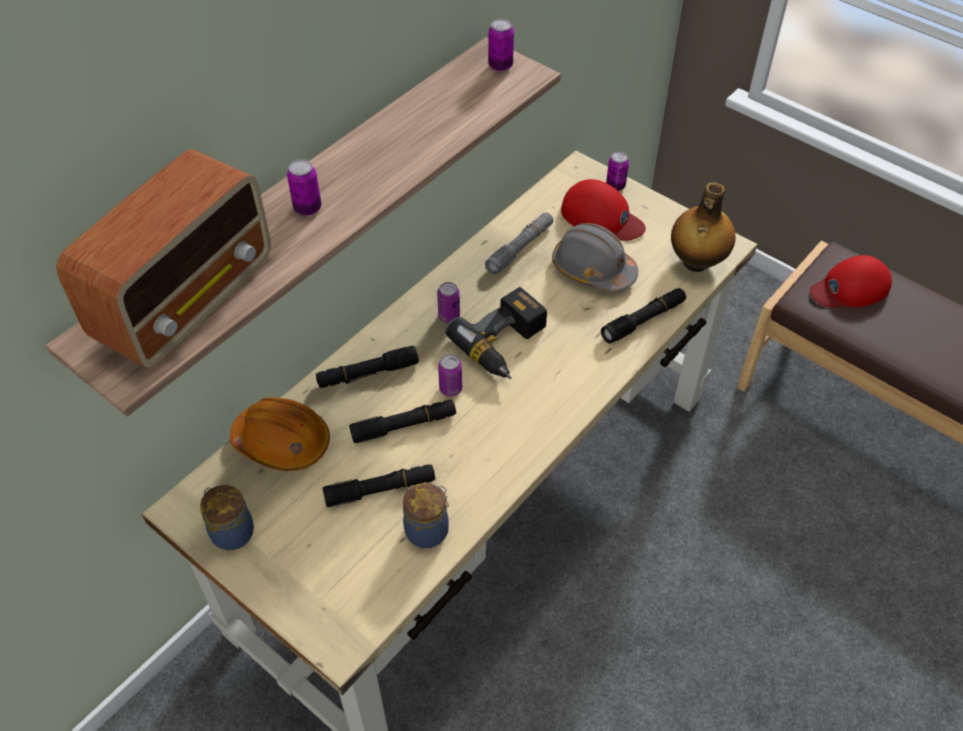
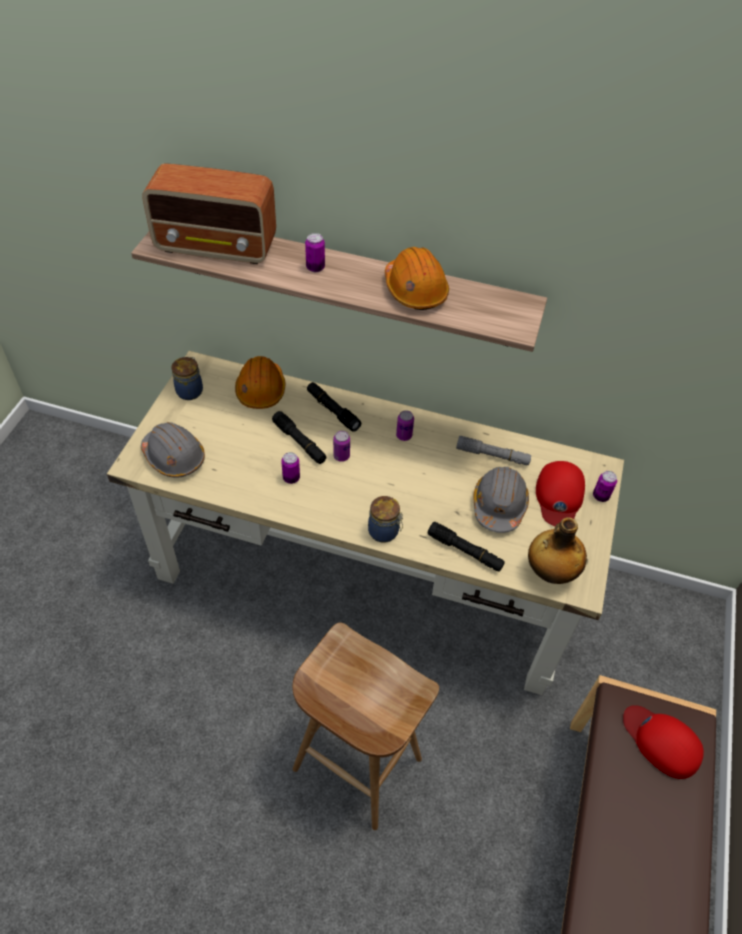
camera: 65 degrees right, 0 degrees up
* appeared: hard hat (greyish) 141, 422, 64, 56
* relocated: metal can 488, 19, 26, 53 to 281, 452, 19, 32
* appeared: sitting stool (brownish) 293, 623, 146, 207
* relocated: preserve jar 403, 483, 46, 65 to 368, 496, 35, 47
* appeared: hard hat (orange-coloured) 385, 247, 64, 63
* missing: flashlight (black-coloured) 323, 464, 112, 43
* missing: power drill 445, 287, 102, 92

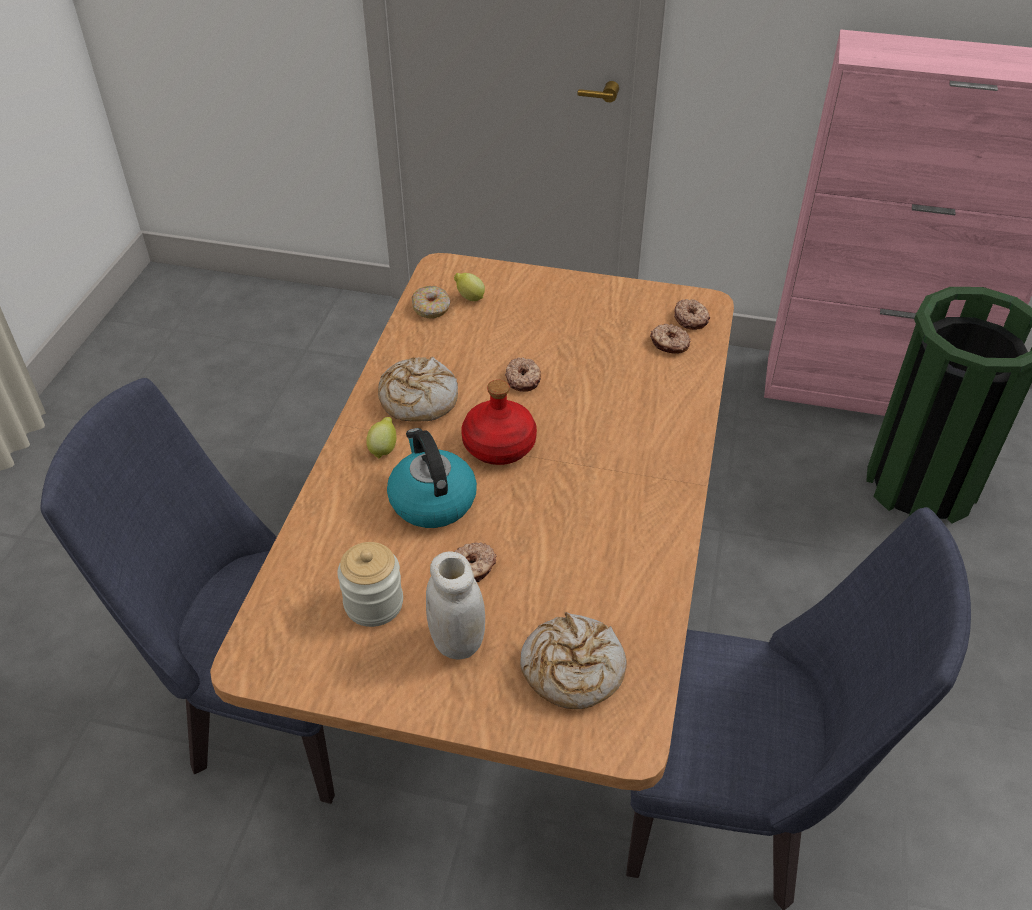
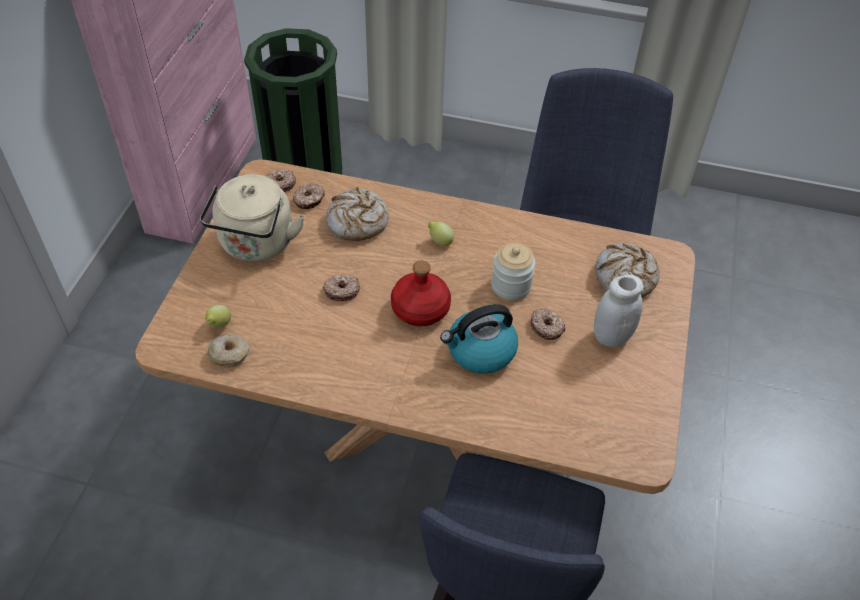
camera: 90 degrees left, 5 degrees up
* appeared: kettle (sand-coloured) 199, 174, 106, 88
* relocated: baked bread 378, 357, 80, 65 to 326, 187, 63, 54
* relocated: citrus fruit 366, 417, 31, 42 to 428, 221, 26, 25
* relocated: preserve jar 337, 542, 66, 85 to 491, 243, 44, 57

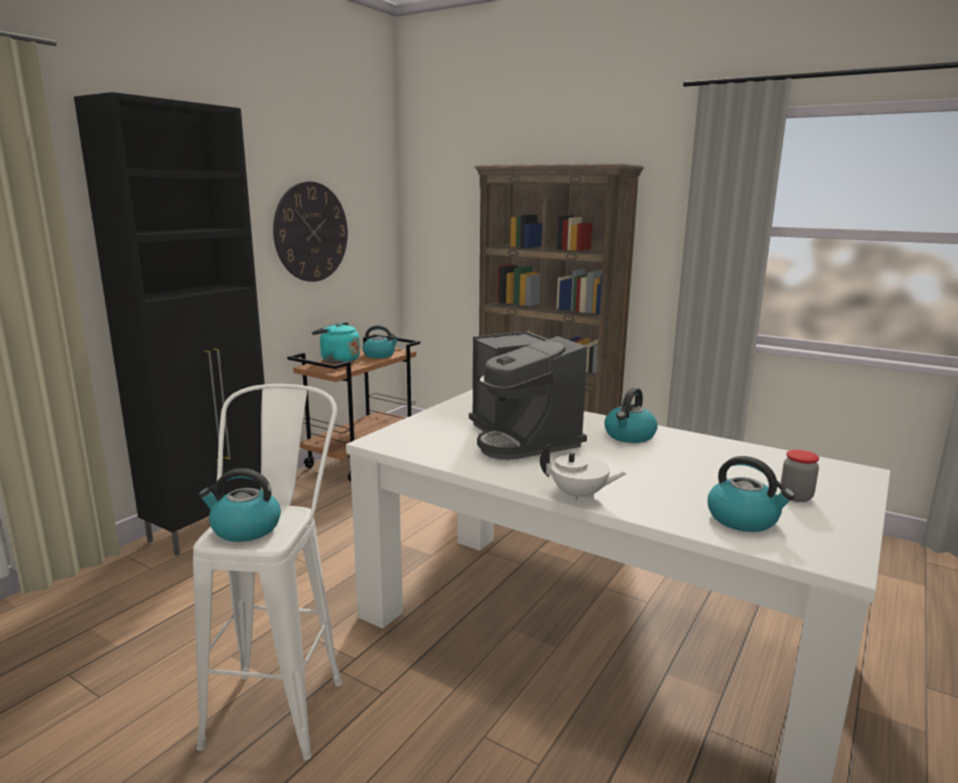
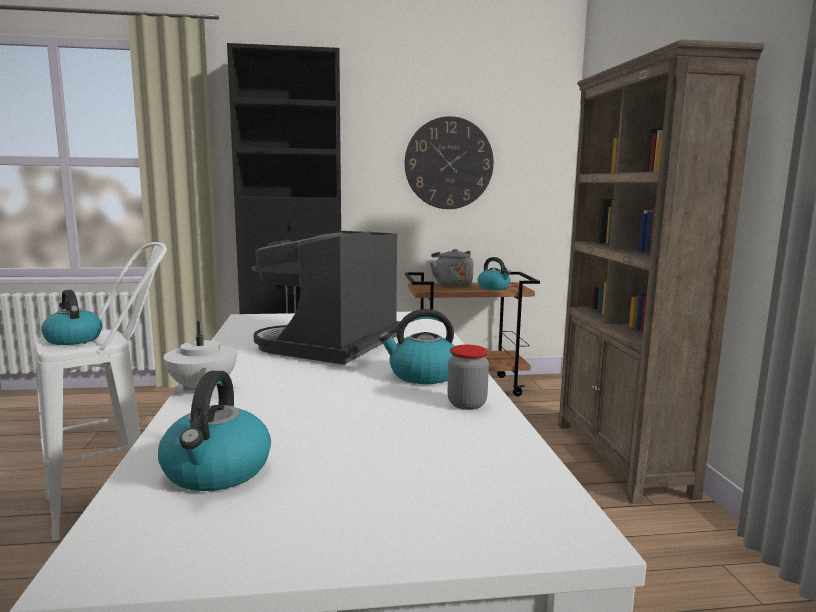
camera: 50 degrees right, 5 degrees down
* colour: kettle (blue-green) 312, 322, 48, 41 to kettle (greyish) 430, 249, 43, 38
* relocated: preserve jar 780, 450, 39, 52 to 448, 345, 41, 65

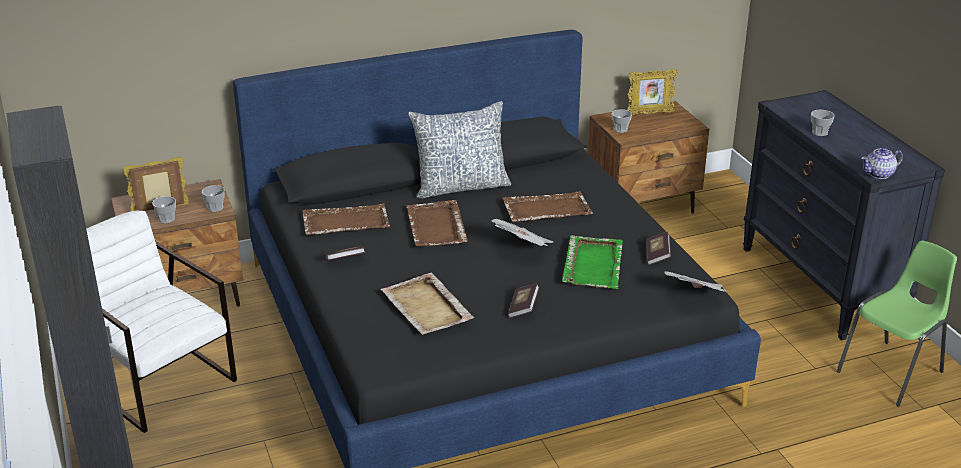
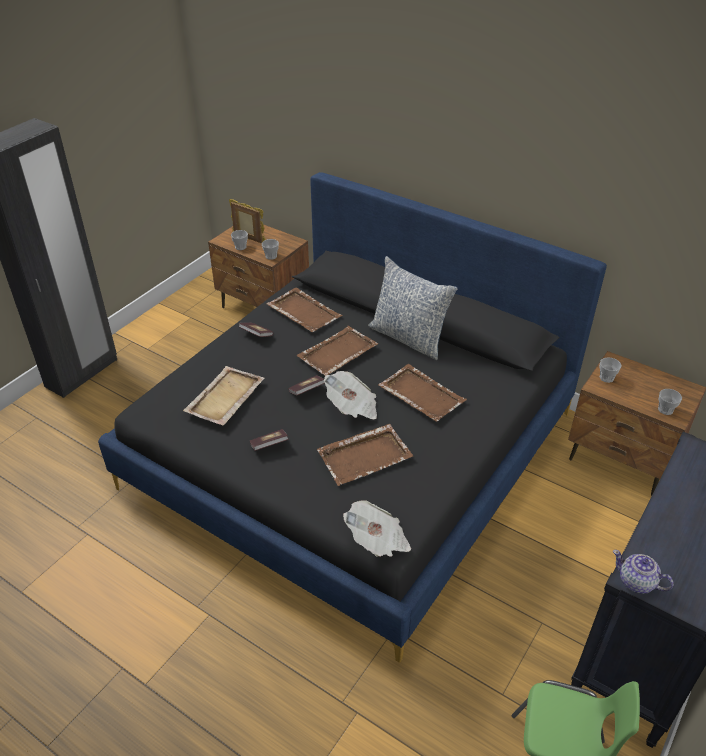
camera: 55 degrees right, 10 degrees up
* relocated: volume 646, 232, 25, 33 to 288, 375, 37, 20
* colour: carrying tray (green-coloured) 562, 235, 61, 54 to carrying tray (brownish) 317, 424, 96, 62
* relocated: cup 811, 109, 24, 27 to 658, 389, 24, 26
* missing: easy chair (white) 86, 210, 151, 223
* missing: picture frame 627, 69, 51, 46

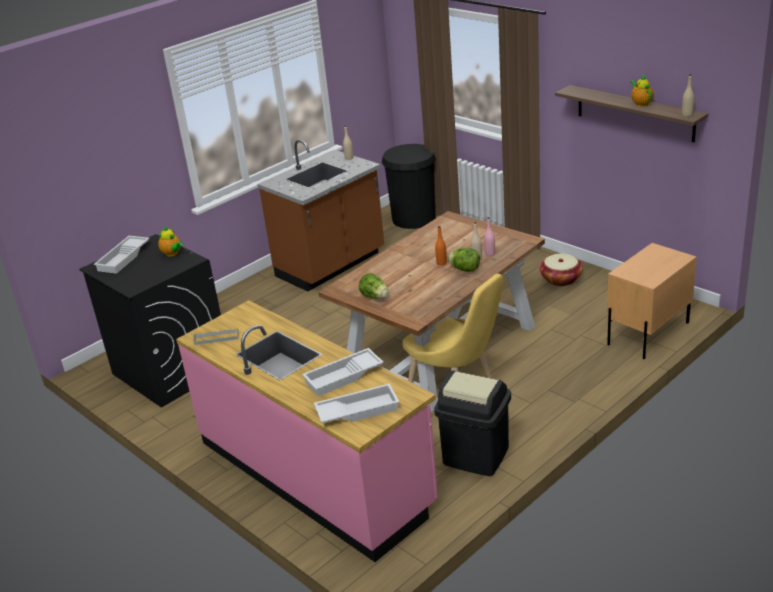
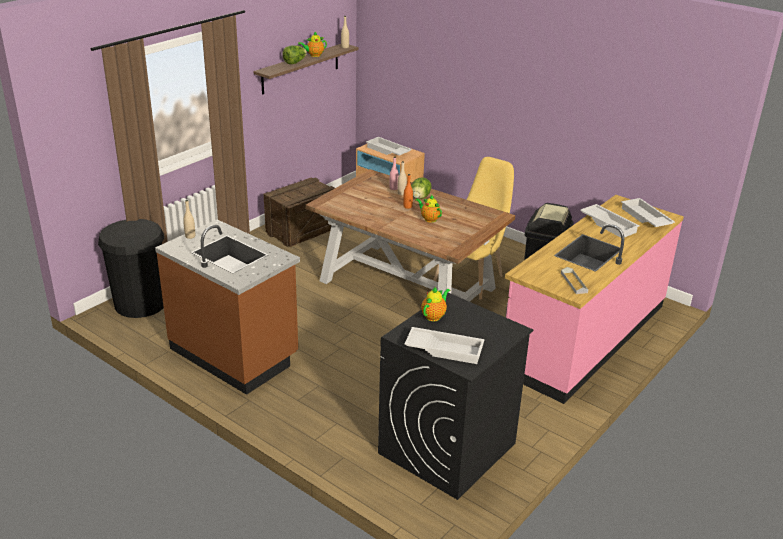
camera: 100 degrees left, 0 degrees up
* exchanged: household basket 540, 253, 43, 33 to packing crate 263, 177, 72, 70
* relocated: head of lettuce 359, 273, 30, 26 to 282, 45, 25, 19
* appeared: carrying tray (white) 366, 137, 46, 19
* appeared: pot for tea 415, 194, 27, 29

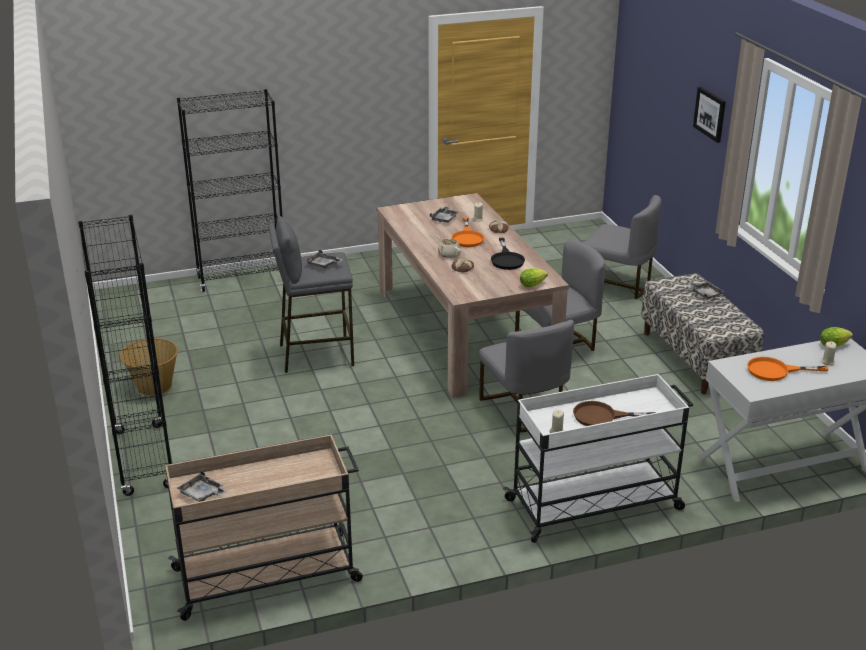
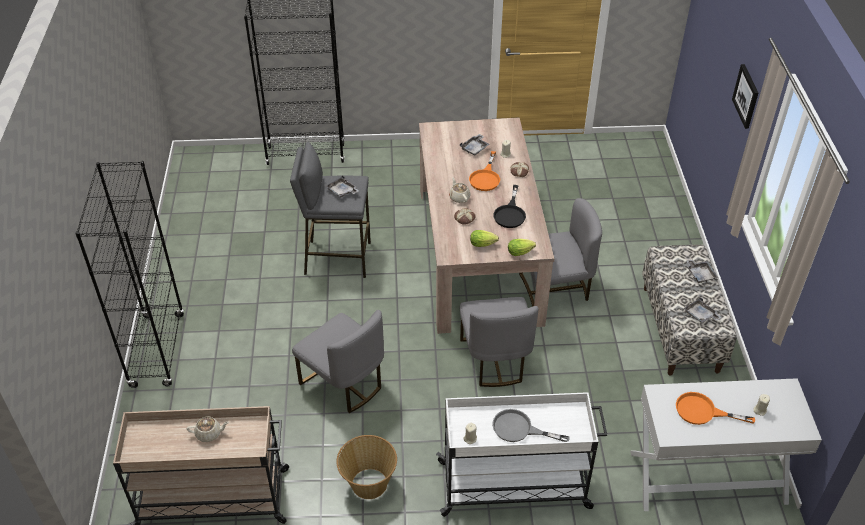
camera: 15 degrees right, 15 degrees up
* appeared: pot for tea (sand-coloured) 186, 416, 43, 26
* relocated: plain chair (greyish) 584, 195, 77, 104 to 292, 310, 92, 103
* relocated: household basket 120, 338, 58, 58 to 336, 435, 61, 64
* relocated: head of lettuce 820, 327, 33, 20 to 470, 230, 29, 17
* colour: pan (brownish) 573, 401, 84, 25 to pan (greyish) 492, 409, 78, 33
* relocated: carrying tray (greyish) 177, 471, 50, 31 to 684, 297, 38, 26

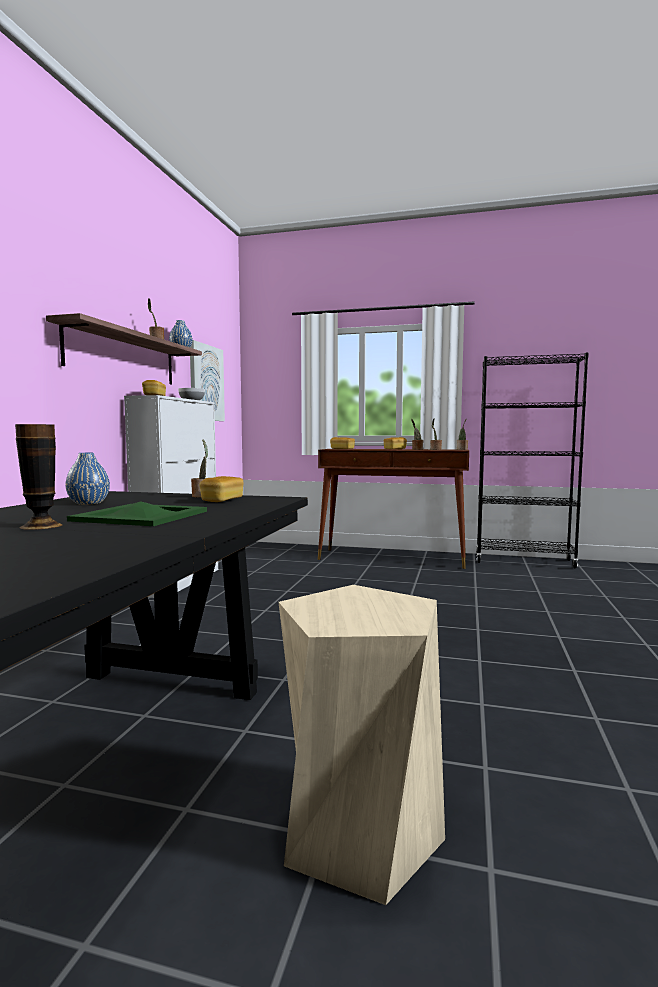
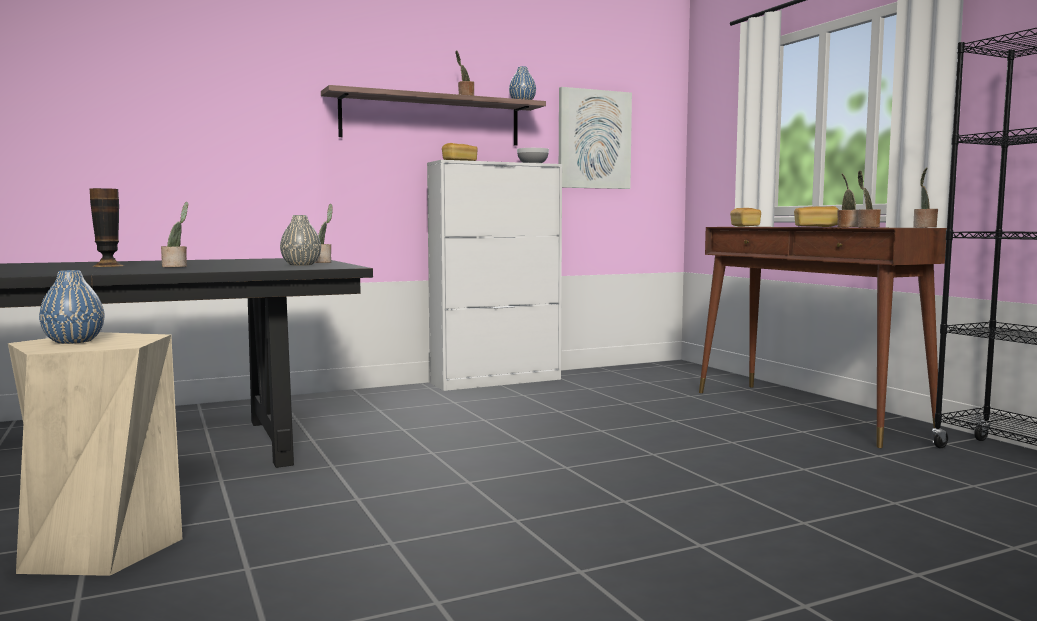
camera: 50 degrees right, 0 degrees up
* relocated: flower vase (blue-coloured) 65, 453, 45, 52 to 39, 270, 66, 74
* exchanged: carrying tray (green-coloured) 67, 501, 140, 25 to potted plant 161, 202, 27, 65
* exchanged: baked bread 199, 476, 44, 26 to flower vase (greyish) 280, 215, 41, 51

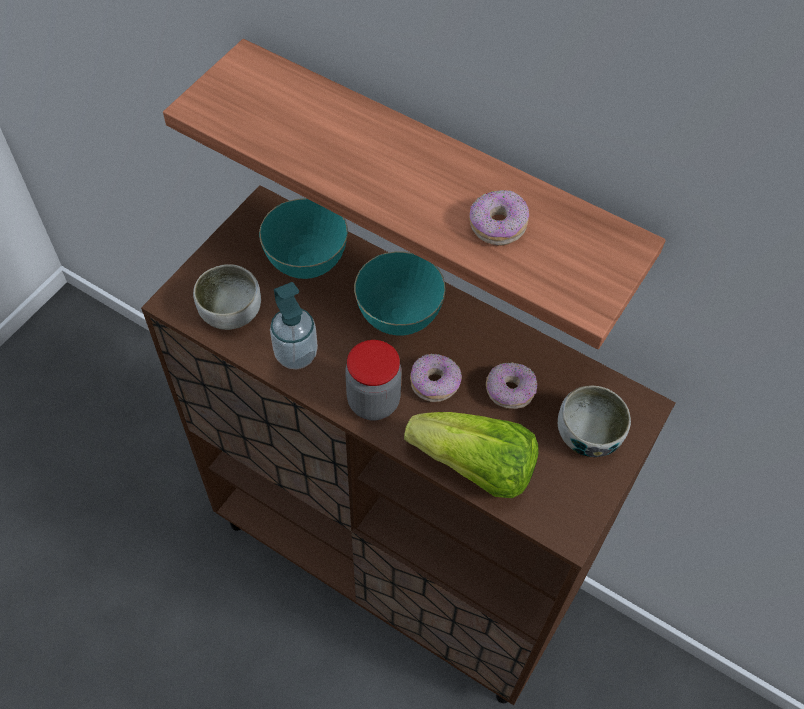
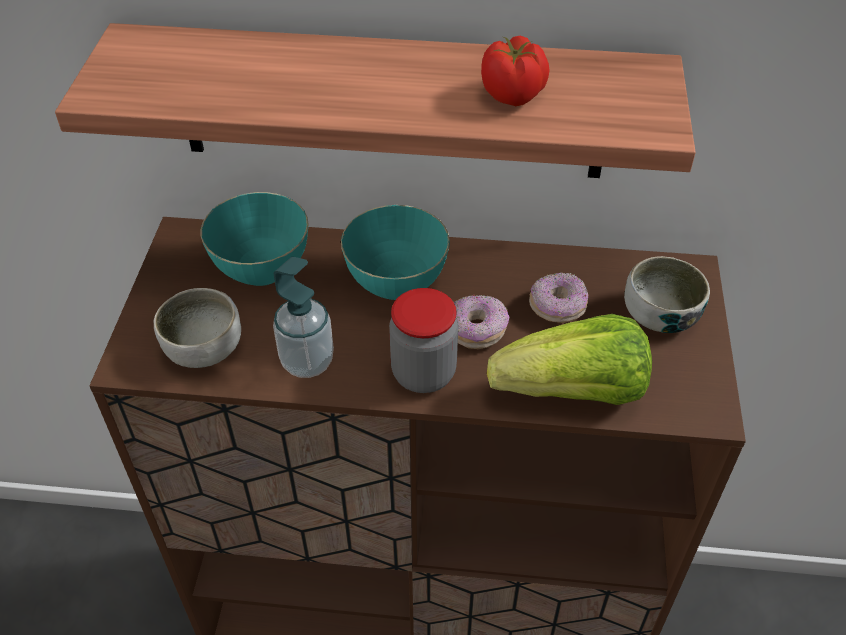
camera: 25 degrees left, 10 degrees down
* exchanged: doughnut 469, 190, 60, 56 to whole tomato 481, 35, 69, 71

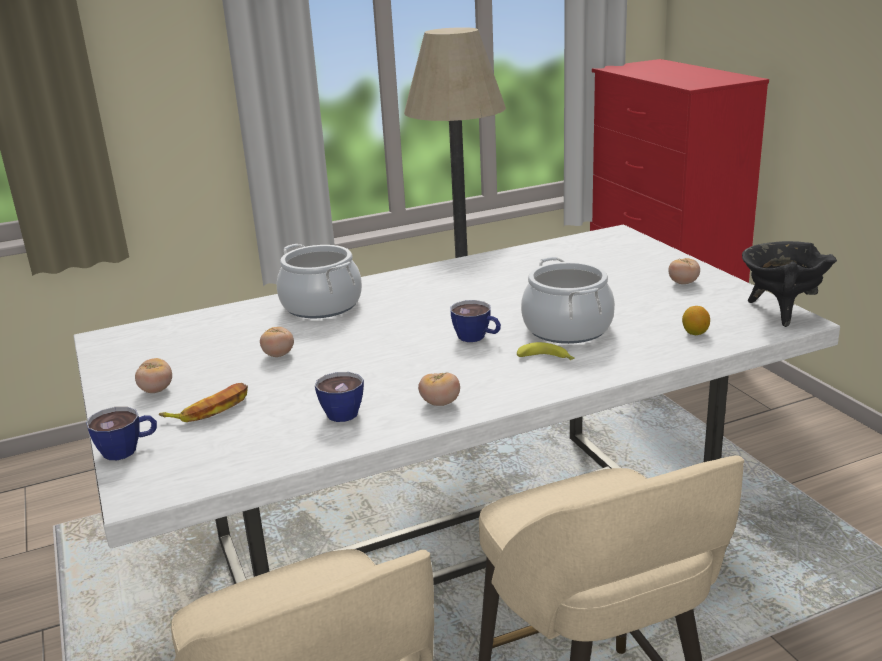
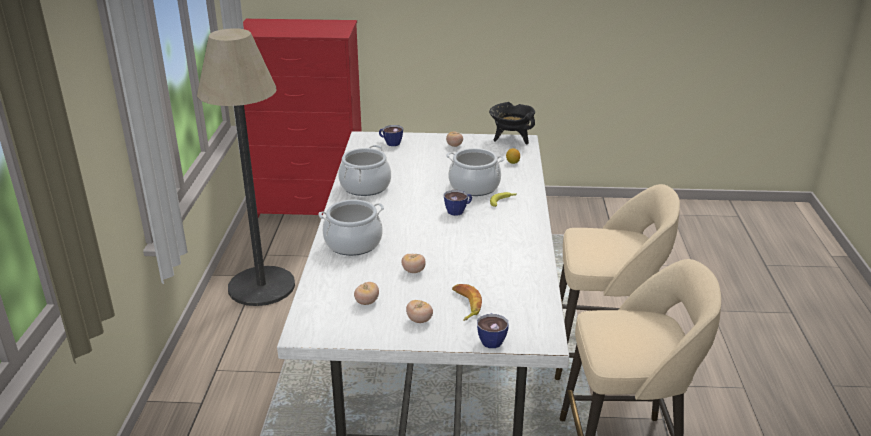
camera: 65 degrees left, 5 degrees up
* appeared: saucepot 338, 145, 53, 51
* relocated: whole tomato 418, 372, 42, 34 to 354, 282, 25, 23
* relocated: cup 315, 372, 49, 50 to 379, 125, 24, 21

